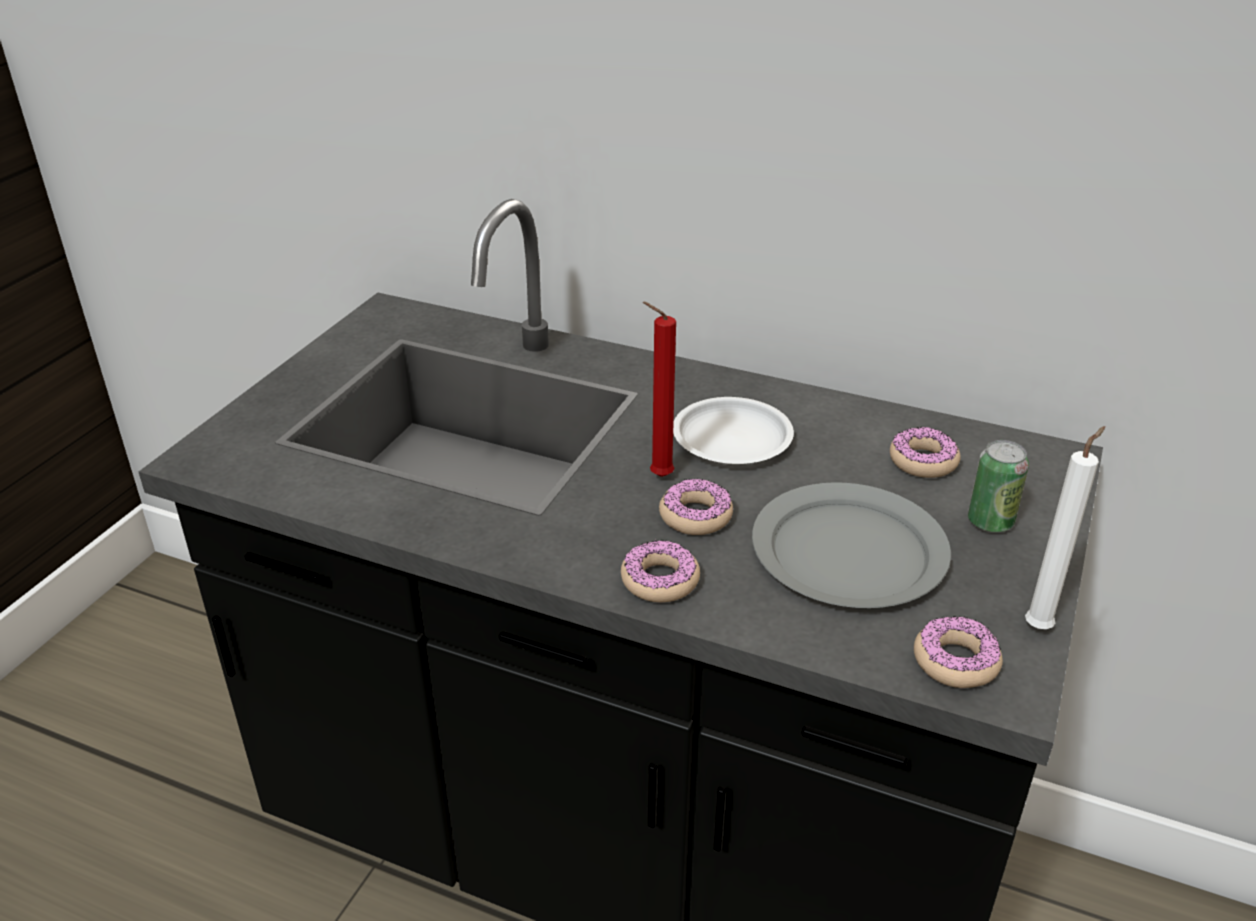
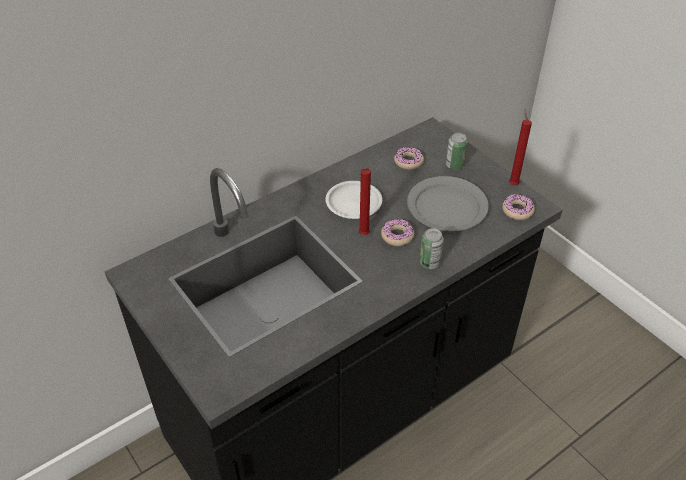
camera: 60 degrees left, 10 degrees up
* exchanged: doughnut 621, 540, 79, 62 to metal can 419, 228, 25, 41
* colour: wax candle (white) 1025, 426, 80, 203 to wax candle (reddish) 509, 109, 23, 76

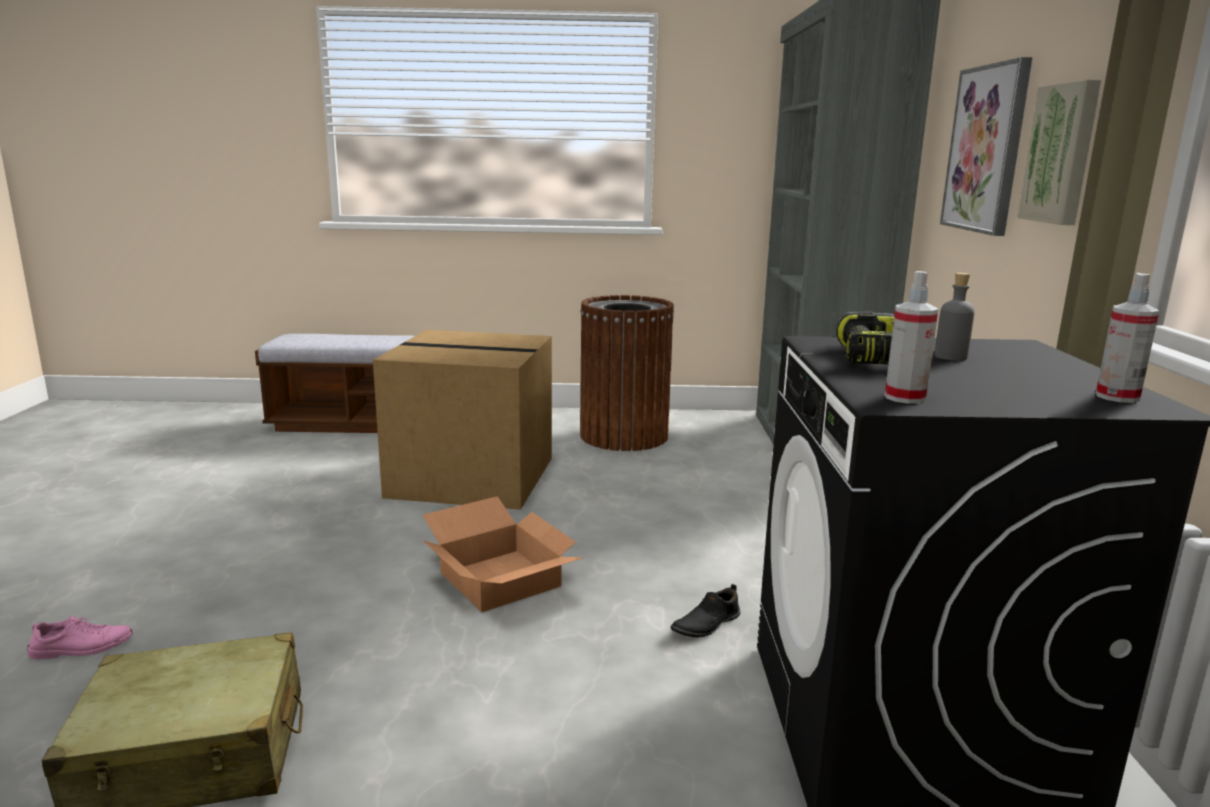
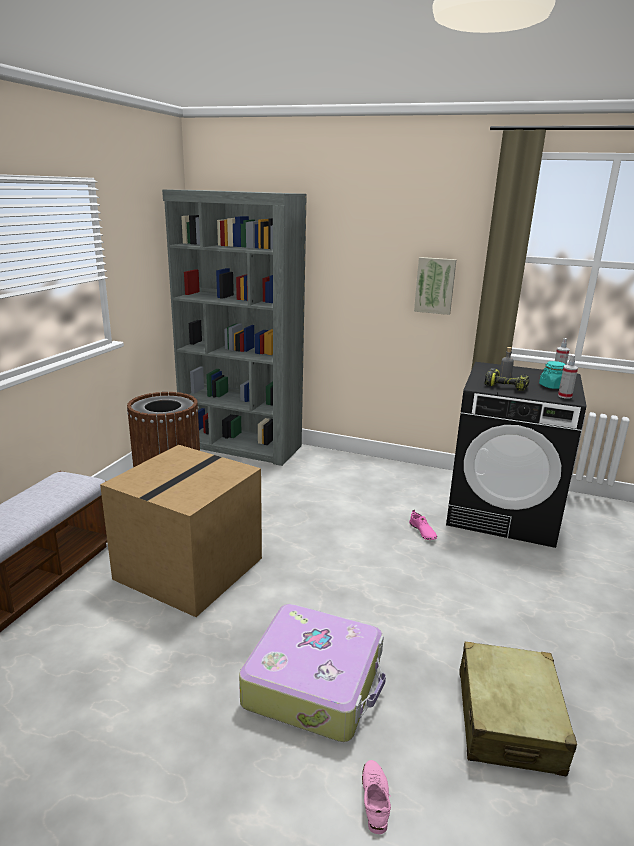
camera: 70 degrees left, 5 degrees up
* appeared: suitcase 239, 604, 147, 138
* colour: shoe (black-coloured) 670, 584, 71, 53 to shoe (pinkish) 409, 510, 28, 30
* appeared: preserve jar (blue-green) 539, 361, 26, 28
* missing: packing box 423, 496, 162, 116
* missing: wall picture 940, 57, 93, 179

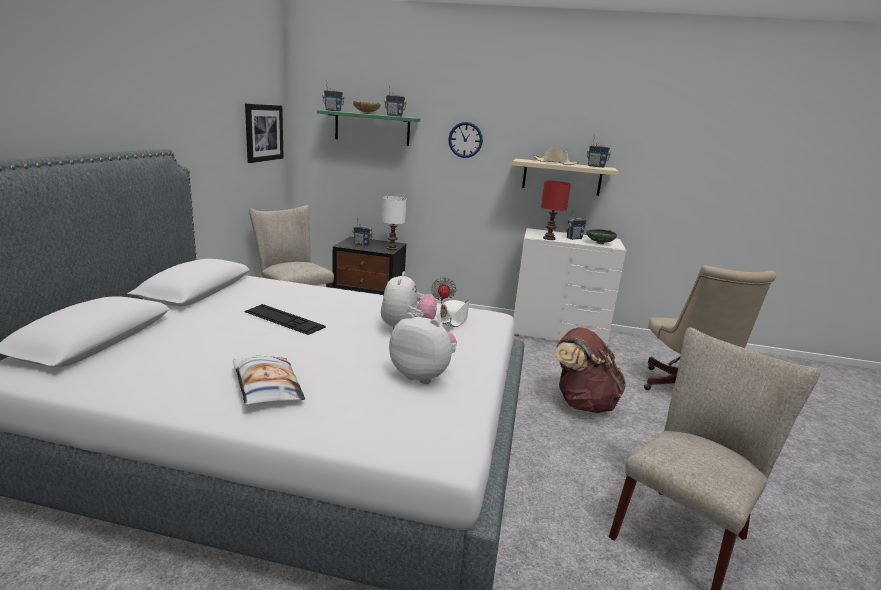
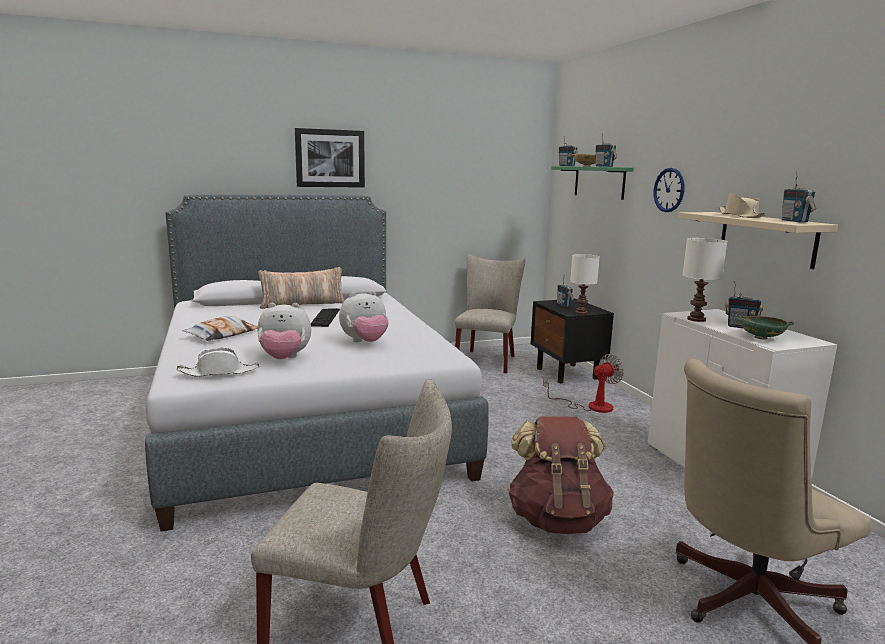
camera: 60 degrees right, 5 degrees down
* relocated: hat (white) 440, 298, 30, 29 to 177, 348, 82, 29
* spun: plush toy 389, 312, 68, 72 = 257, 303, 54, 56 90 degrees clockwise
* appeared: throw pillow 258, 267, 87, 42
* relocated: wall picture 245, 103, 39, 60 to 295, 128, 70, 60
* colour: table lamp (reddish) 541, 180, 30, 60 to table lamp (white) 682, 238, 45, 84

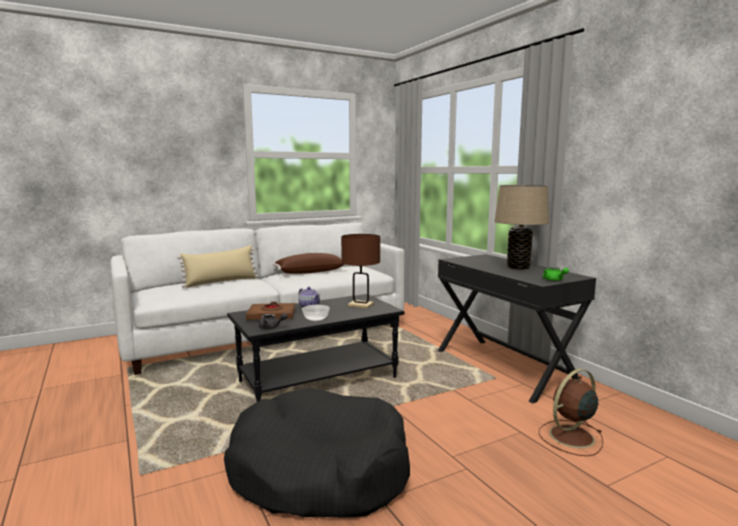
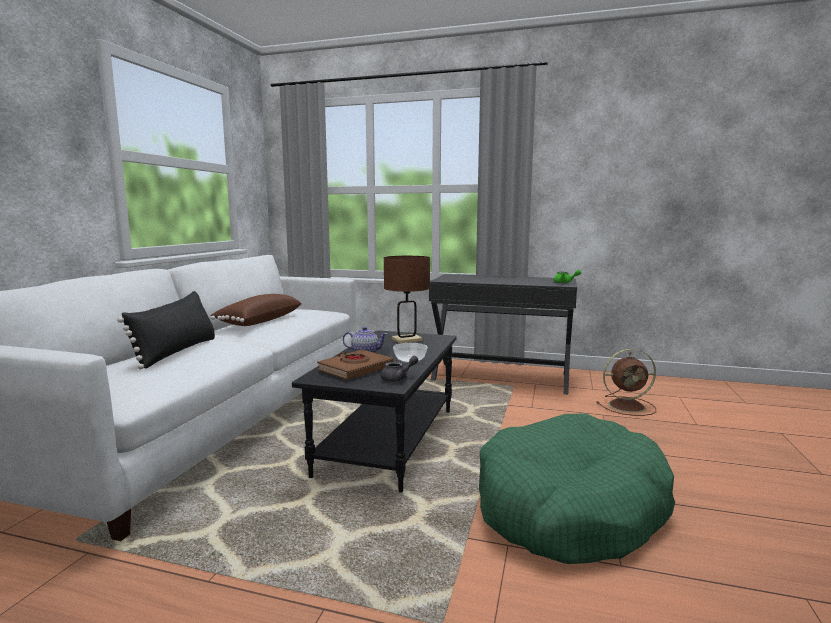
camera: 45 degrees left, 0 degrees up
* colour: throw pillow (sand-coloured) 178, 245, 80, 43 to throw pillow (black-coloured) 117, 291, 98, 79
* colour: pet bed (black-coloured) 224, 388, 186, 130 to pet bed (green-coloured) 479, 414, 196, 150
* spun: cooling fan (brownish) 539, 369, 64, 87 = 596, 349, 60, 67 105 degrees counterclockwise
* missing: table lamp (sand-coloured) 494, 185, 55, 85

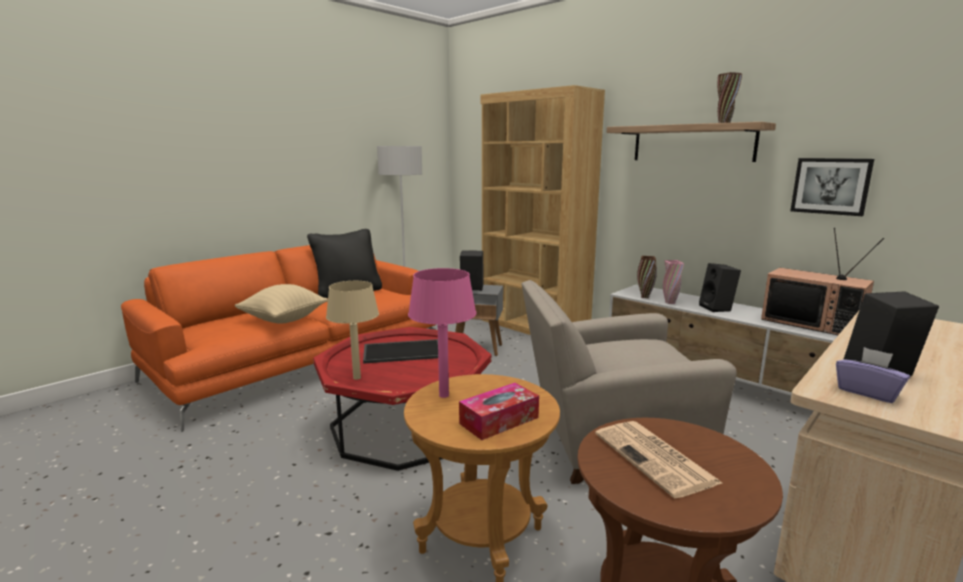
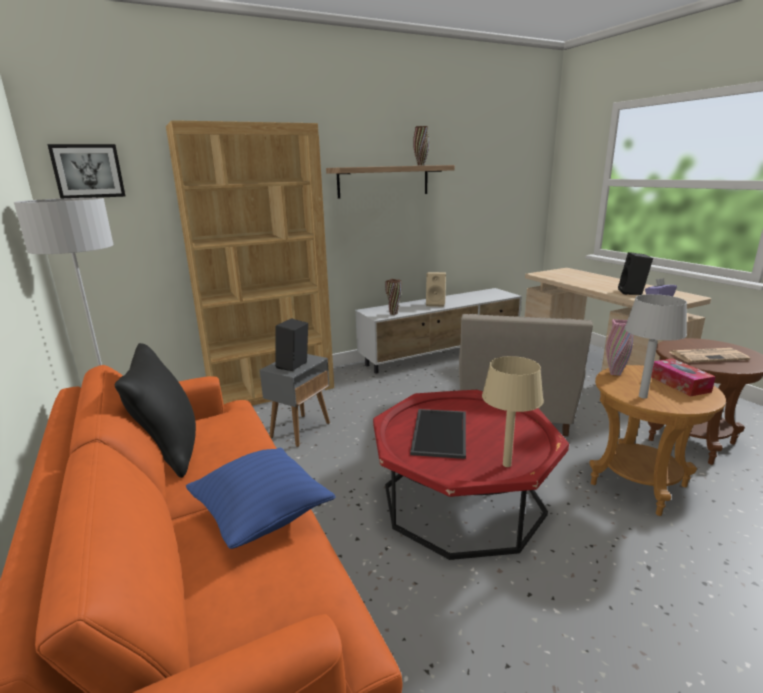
camera: 70 degrees left, 5 degrees up
* relocated: wall picture 790, 158, 84, 58 to 47, 144, 79, 55
* colour: throw pillow (sand-coloured) 235, 284, 93, 40 to throw pillow (blue-coloured) 186, 448, 150, 101
* colour: loudspeaker (black-coloured) 699, 263, 42, 49 to loudspeaker (sand-coloured) 426, 272, 20, 35
* relocated: flower vase (pinkish) 663, 260, 21, 44 to 606, 319, 27, 57
* colour: table lamp (pinkish) 408, 268, 68, 130 to table lamp (greyish) 625, 294, 62, 104
* missing: TV 761, 228, 123, 107

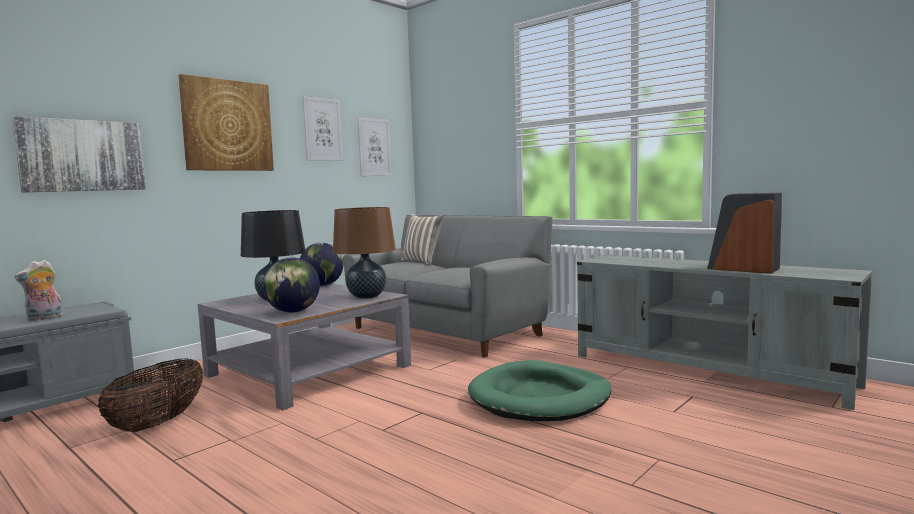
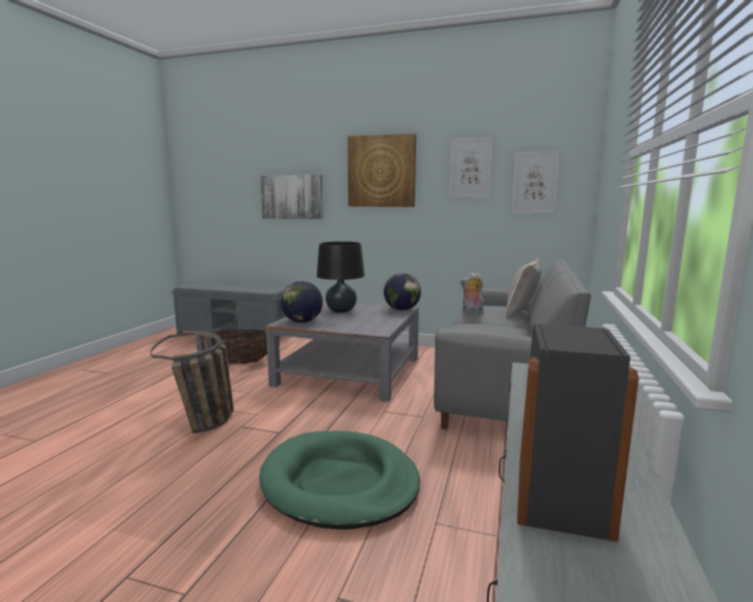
camera: 65 degrees right, 5 degrees up
* appeared: household basket 151, 331, 83, 102
* relocated: plush toy 14, 260, 49, 61 to 460, 273, 24, 42
* missing: table lamp (brownish) 333, 207, 63, 92

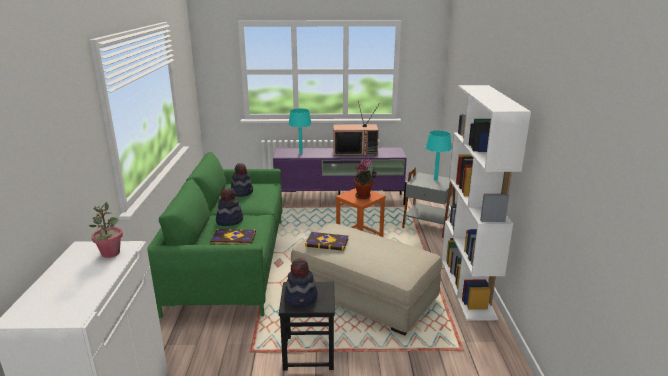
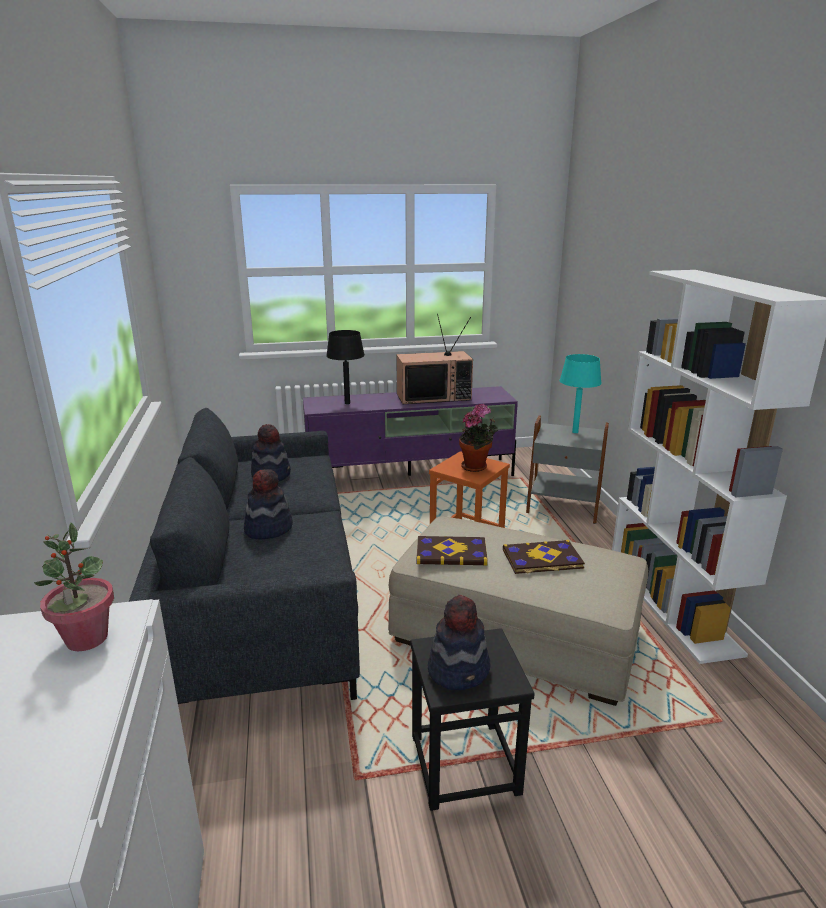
camera: 10 degrees left, 0 degrees up
* colour: couch (green-coloured) 147, 152, 135, 166 to couch (greyish) 129, 408, 231, 296
* colour: table lamp (blue-green) 289, 108, 23, 46 to table lamp (black-coloured) 326, 330, 39, 74
* relocated: volume 210, 229, 46, 16 to 503, 540, 82, 34

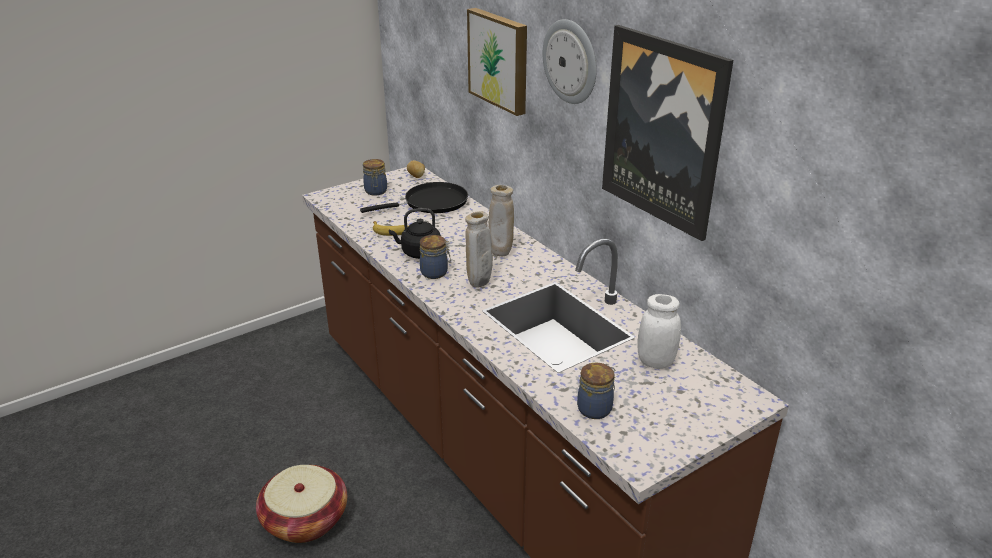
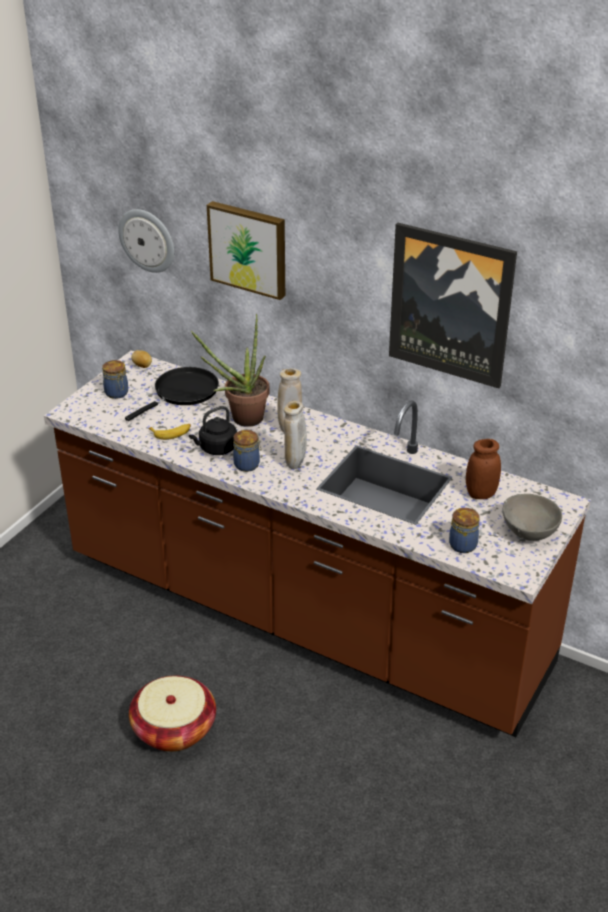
camera: 25 degrees left, 5 degrees up
* relocated: hanging clock 543, 19, 54, 85 to 118, 209, 56, 64
* appeared: potted plant 191, 314, 79, 113
* colour: preserve jar (white) 637, 294, 44, 75 to preserve jar (brownish) 466, 439, 35, 60
* appeared: bowl (greyish) 502, 494, 60, 47

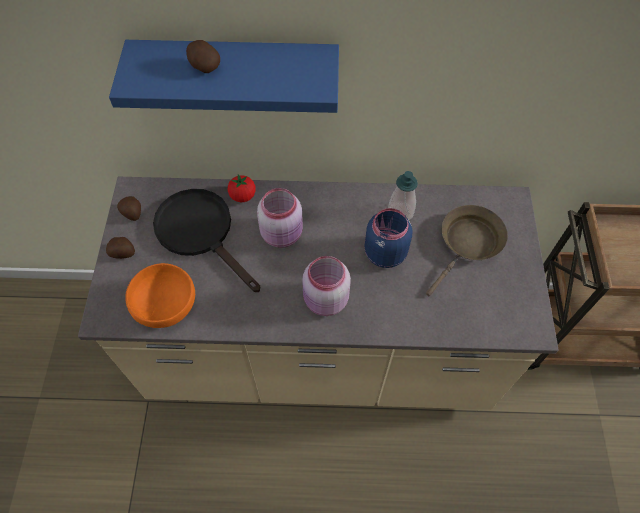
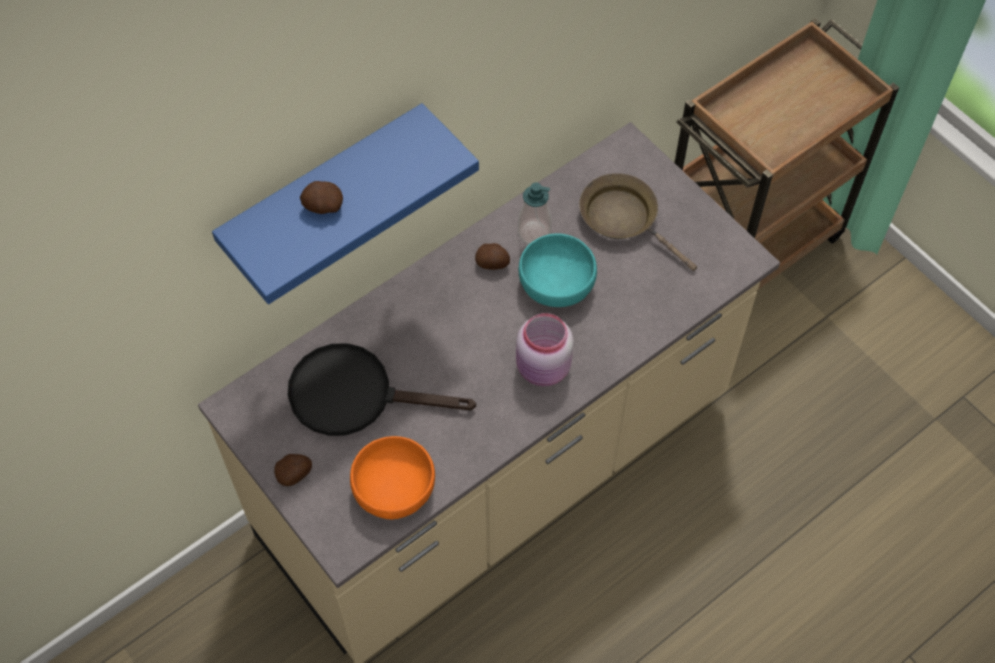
camera: 40 degrees left, 0 degrees up
* relocated: potato 117, 196, 24, 25 to 475, 243, 35, 27
* exchanged: preserve jar (blue-coloured) 364, 208, 49, 60 to bowl (blue-green) 519, 234, 78, 73
* spun: pan (brownish) 426, 205, 82, 91 = 579, 173, 118, 98 45 degrees counterclockwise
* missing: whole tomato 228, 174, 28, 28
* missing: preserve jar (pinkish) 257, 188, 46, 60

